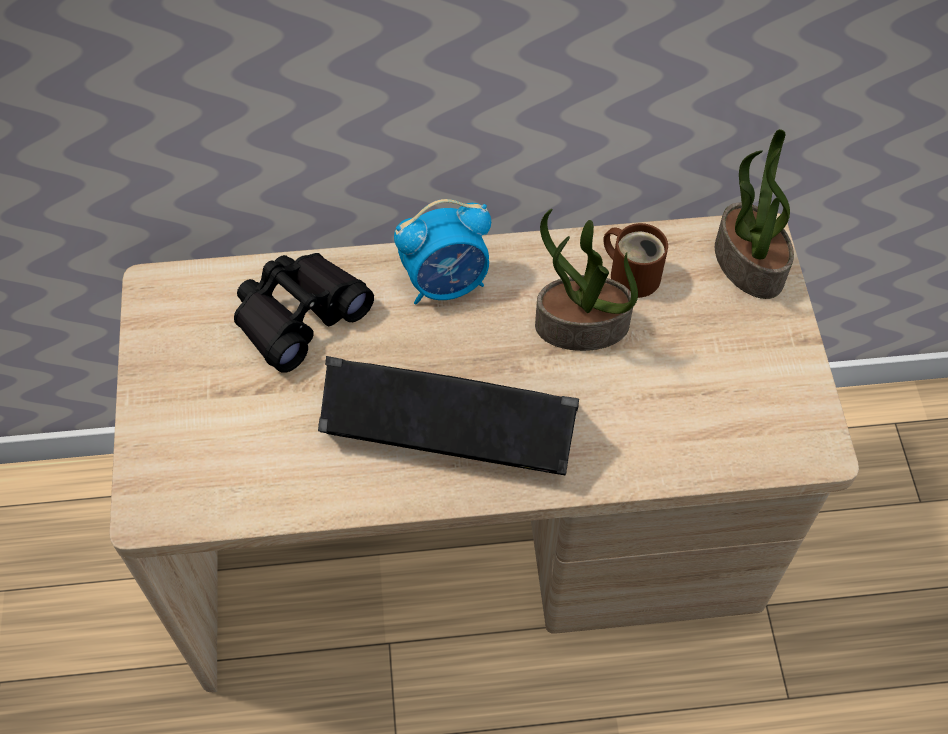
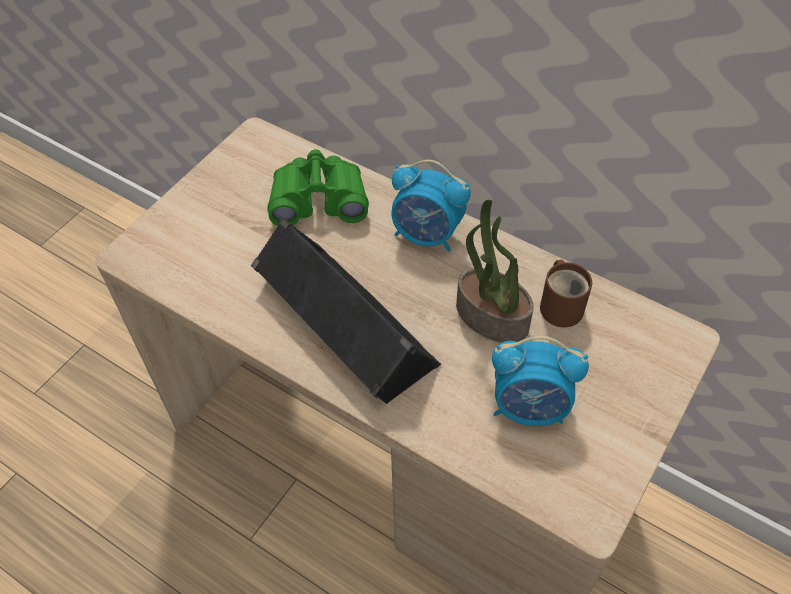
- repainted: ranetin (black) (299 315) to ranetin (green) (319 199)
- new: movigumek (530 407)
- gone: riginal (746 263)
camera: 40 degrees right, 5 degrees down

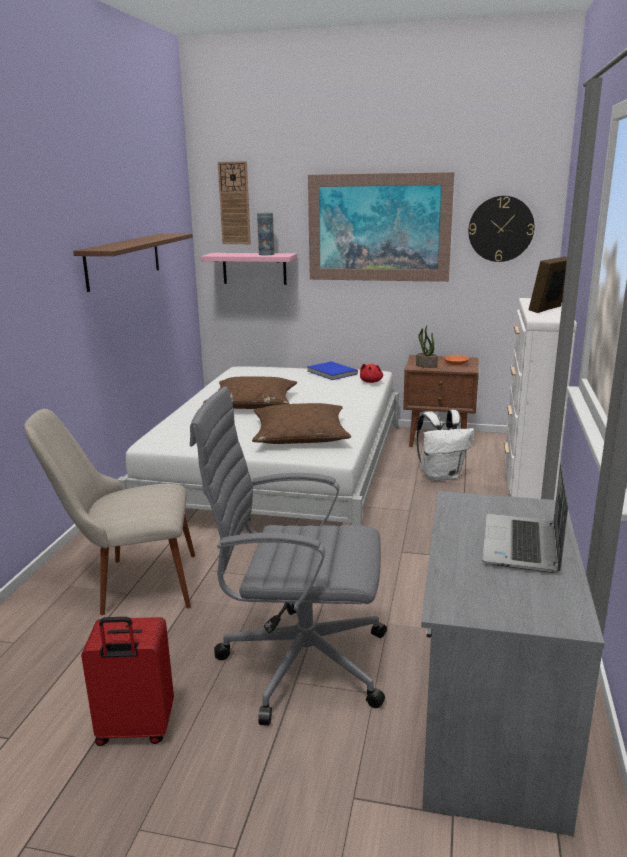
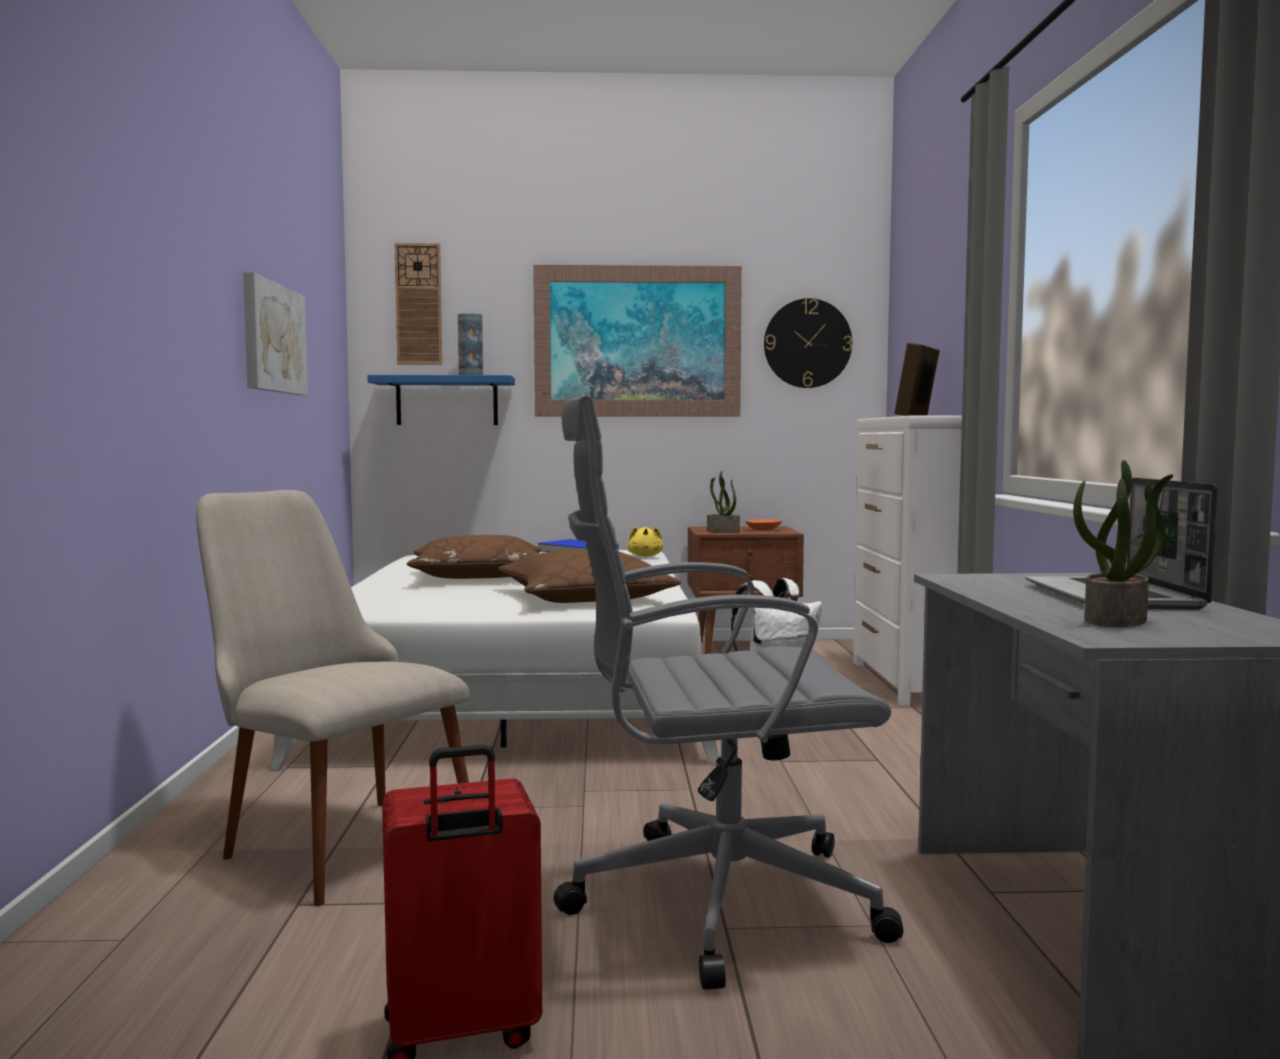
- rotated: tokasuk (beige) (129 584) = (329 837) 60 degrees clockwise
- swapped: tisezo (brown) (123 260) to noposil (273 338)
- repainted: tisezo (pink) (254 268) to tisezo (blue) (447 401)
- repainted: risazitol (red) (371 381) to risazitol (yellow) (645 556)
- new: riginal (1116 620)
camera: 15 degrees left, 15 degrees down

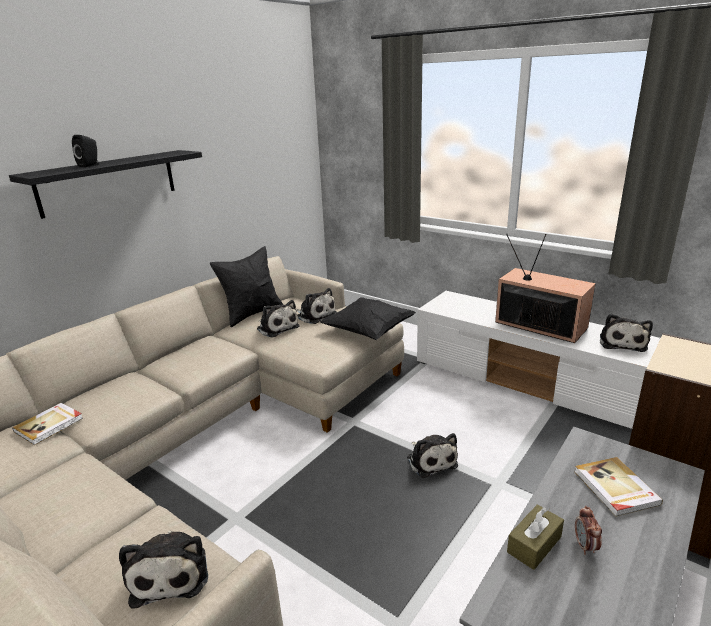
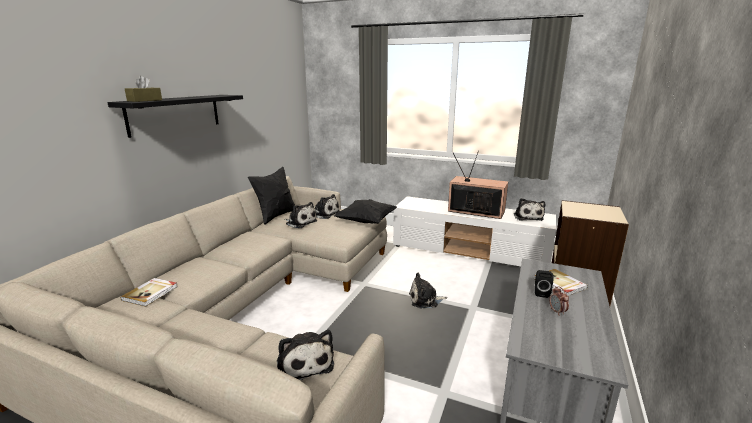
- shifted: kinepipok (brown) (534 544) to (145 100)
- rotated: risazitol (431 460) = (425 300) 120 degrees clockwise
- shifted: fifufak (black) (90 165) to (541 293)
camera: 15 degrees left, 5 degrees down

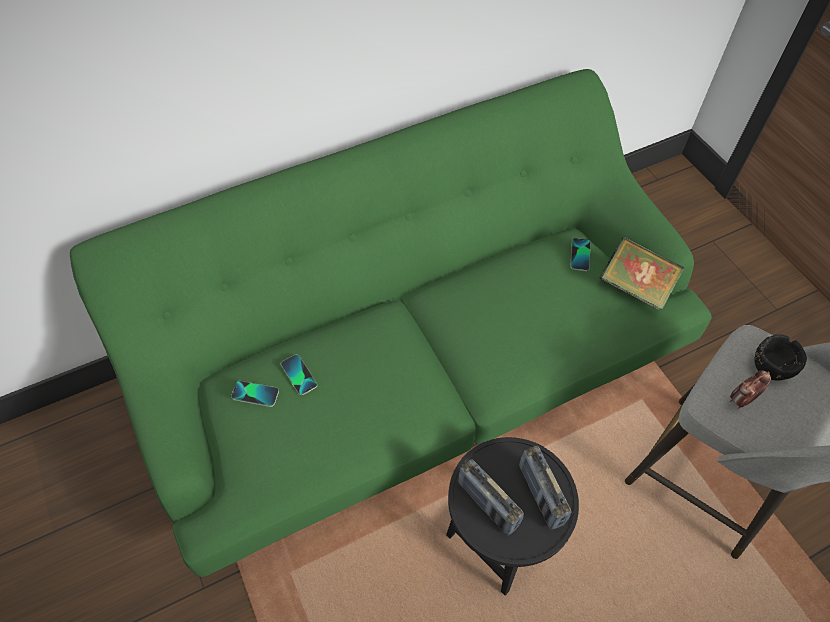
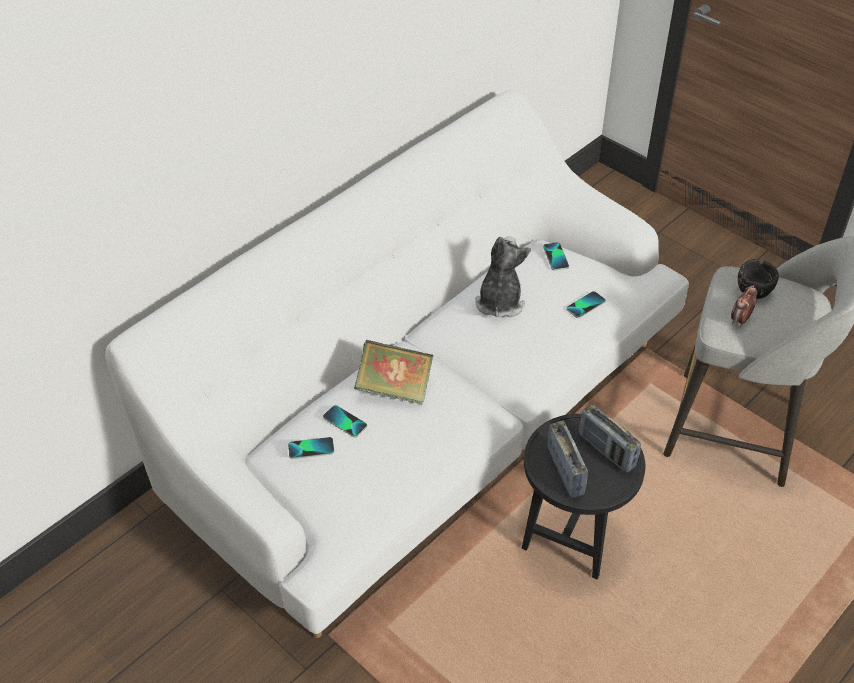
- repainted: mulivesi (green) (415 371) to mulivesi (white) (427 420)
- shifted: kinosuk (635 287) to (394 388)
- new: risazitol (499 302)
- rotated: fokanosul (487 504) = (565 471) 135 degrees counterclockwise
- new: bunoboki (585 305)
camera: 20 degrees left, 10 degrees down

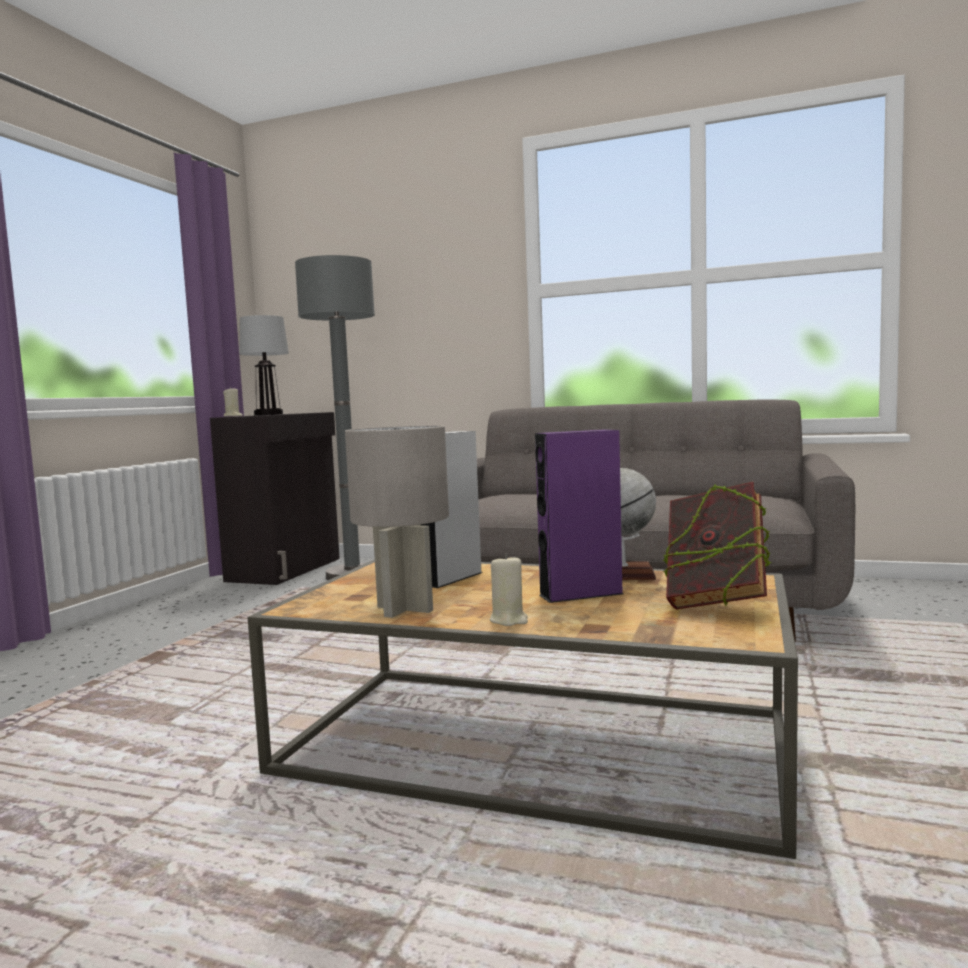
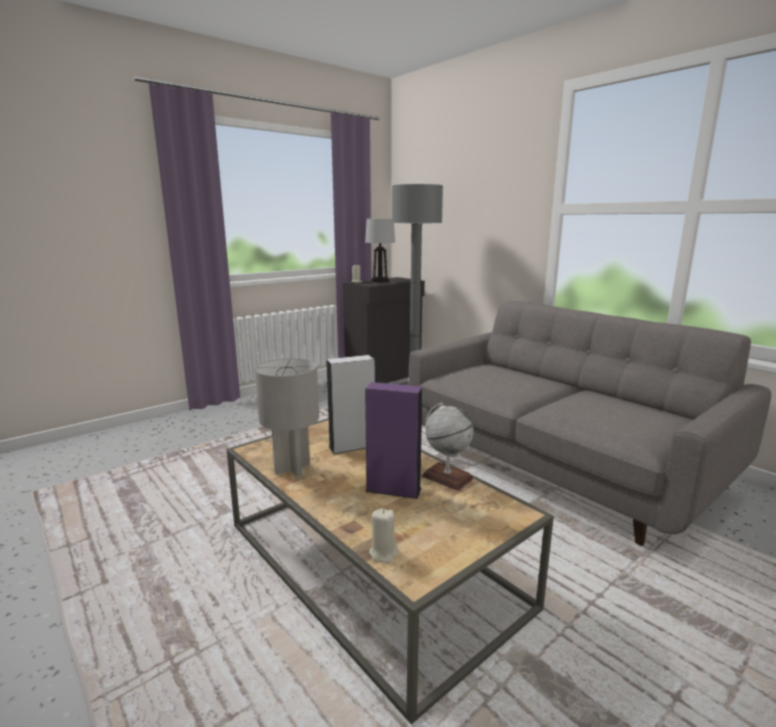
- shifted: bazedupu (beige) (509 620) to (383 553)
- gone: kinosuk (715 603)
camera: 30 degrees right, 10 degrees up

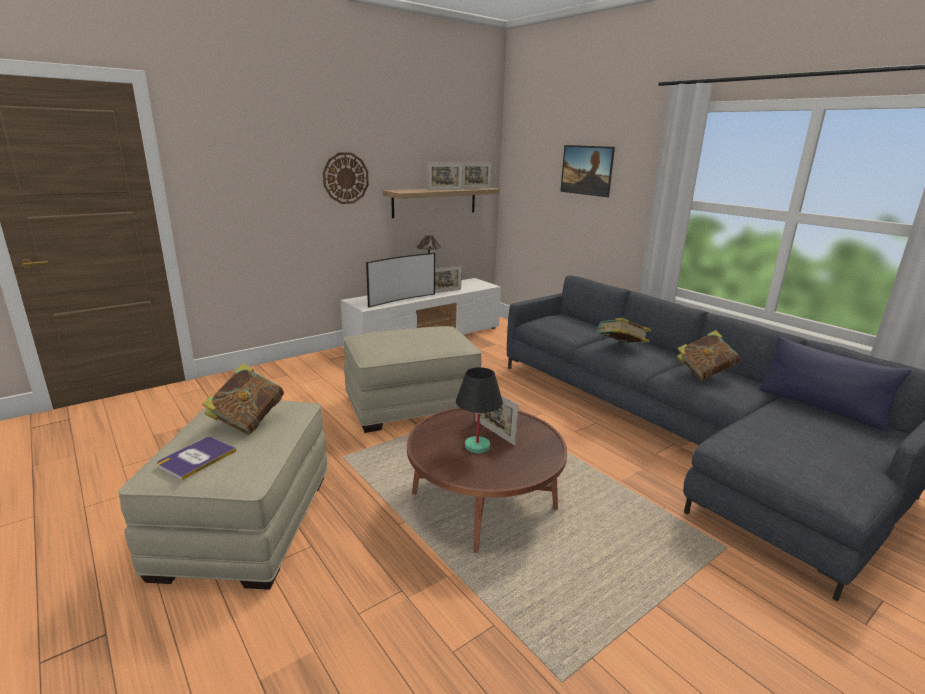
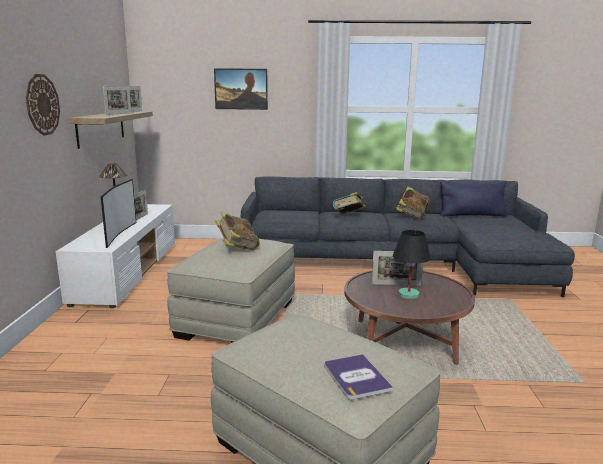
- shifted: kinosuk (248 421) to (237 248)
camera: 50 degrees left, 5 degrees down

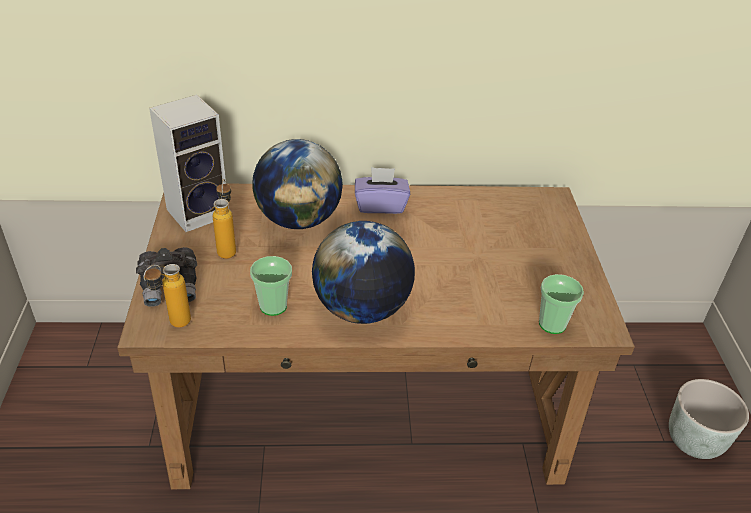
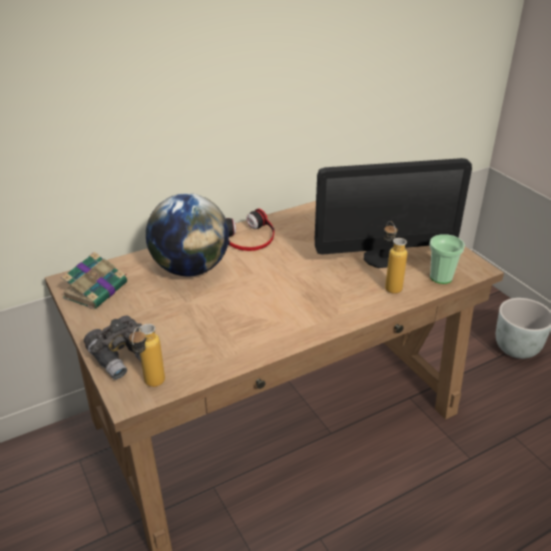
- swapped: fifufak (199 211) to kinosuk (96 290)
- swapped: kinepipok (purple) (380 205) to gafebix (248 237)
- new: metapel (383 258)
- shifted: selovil (228 248) to (389 285)
- gone: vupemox (273 306)
- gone: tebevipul (361 309)
camera: 25 degrees left, 5 degrees down

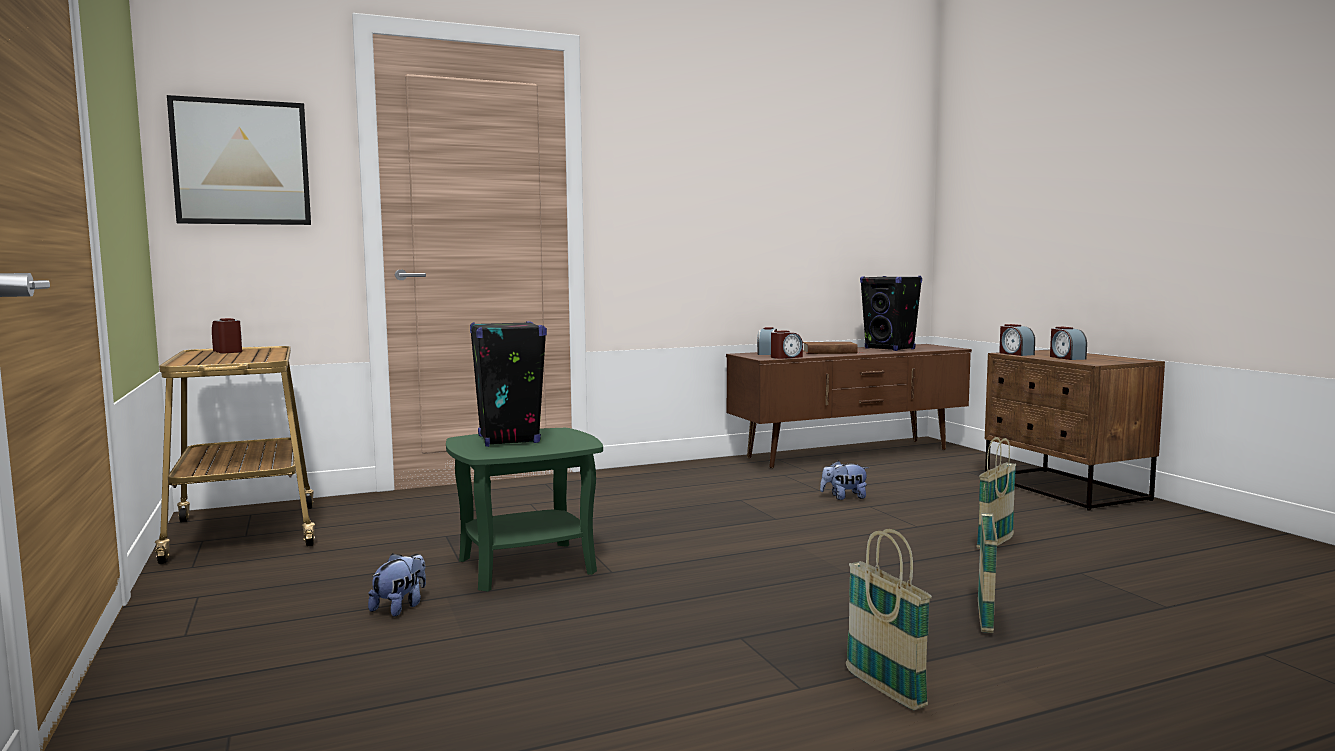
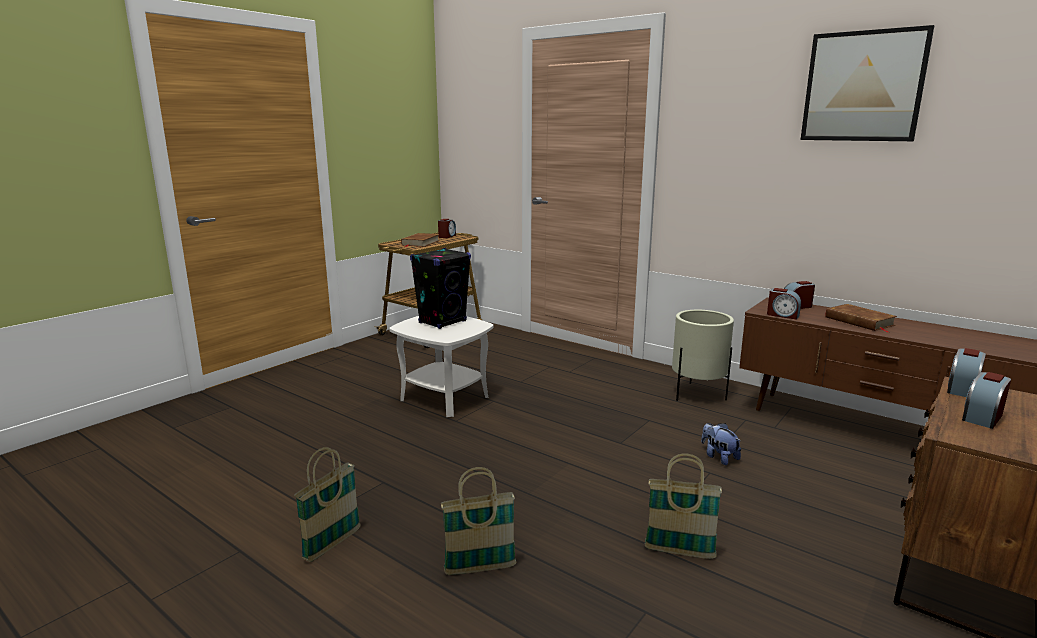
- repainted: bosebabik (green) (527 565) to bosebabik (white) (444 398)
- new: kinosuk (brown) (420 243)
- new: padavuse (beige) (697 394)
- shifted: noposil (241 162) to (863 86)
- gone: risazitol (400 607)
- gone: fifufak (black) (890 349)
camera: 60 degrees right, 10 degrees up

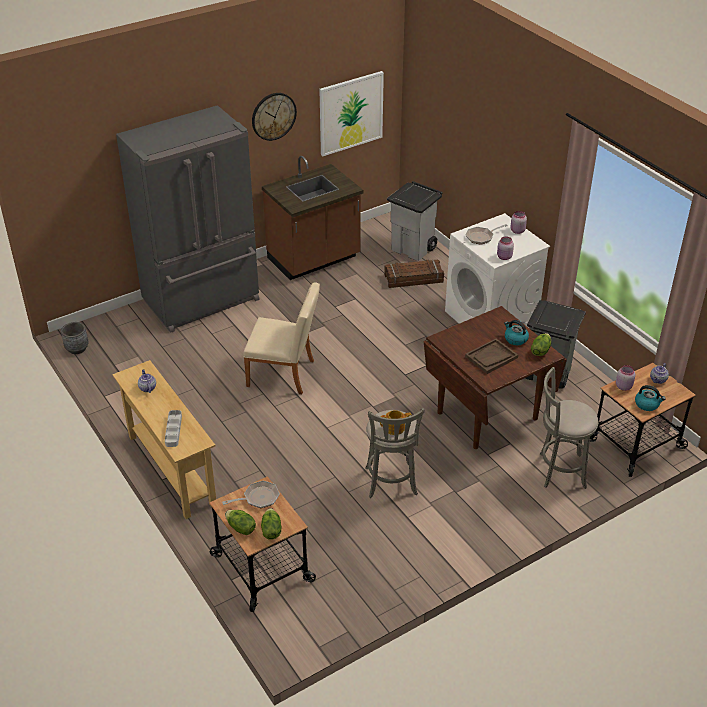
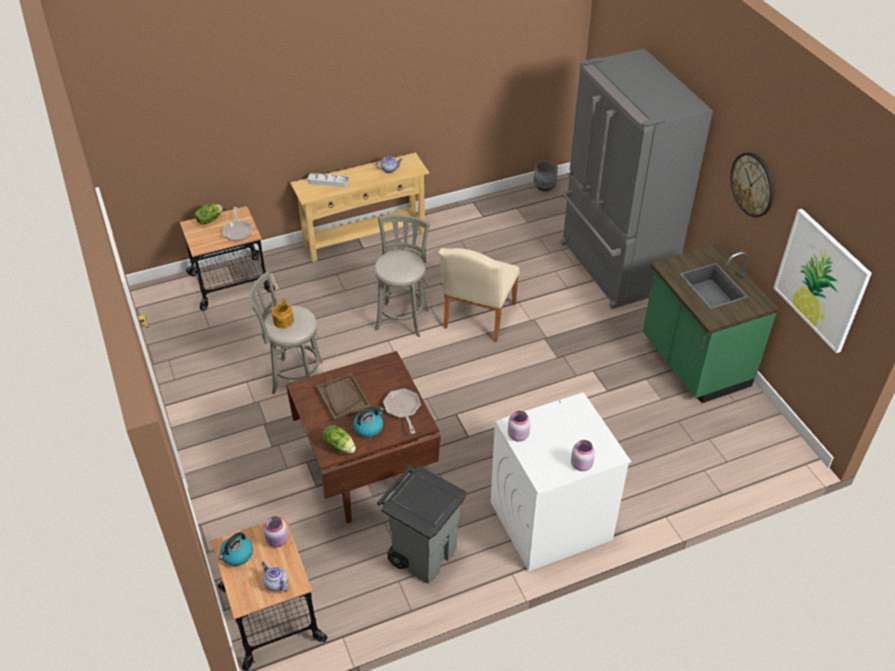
- shifted: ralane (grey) (559 470) to (403 317)
- shifted: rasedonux (481 237) to (403 409)
- repainted: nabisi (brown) (314 259) to nabisi (green) (693 363)
- gone: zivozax (271 530)
- gone: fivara (413 278)
- gone: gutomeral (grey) (414 248)
camera: 100 degrees right, 5 degrees up

